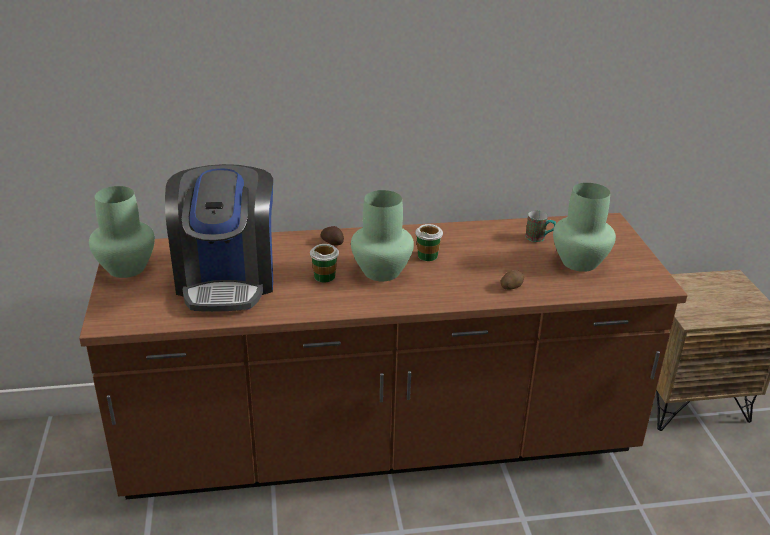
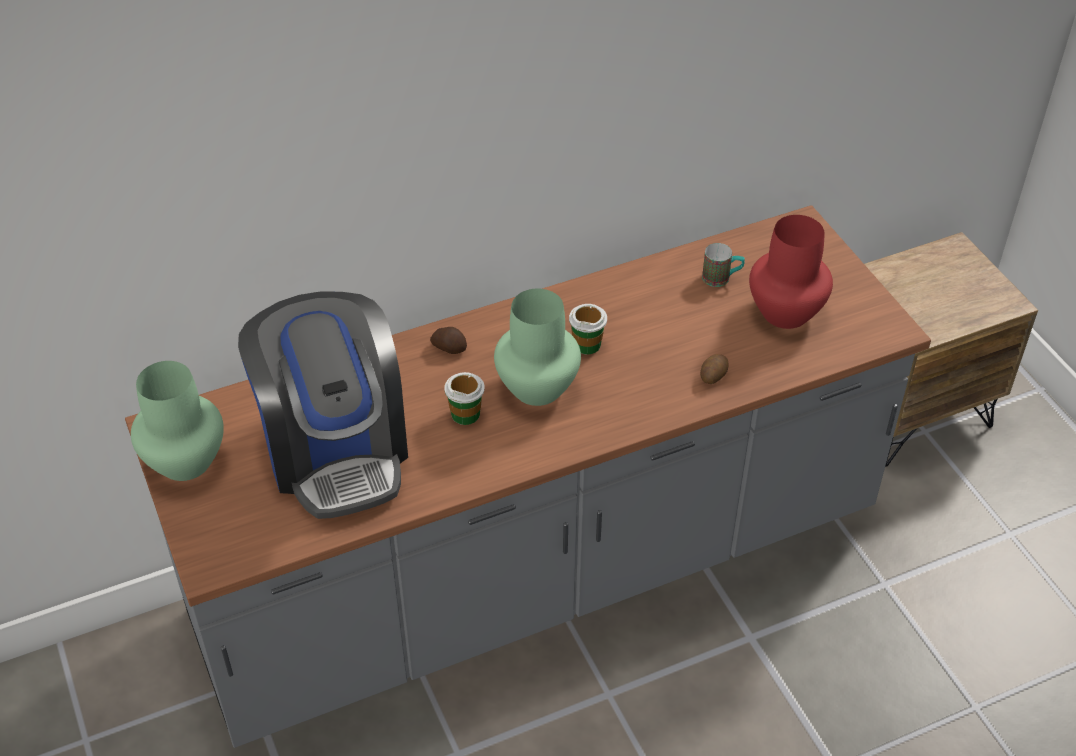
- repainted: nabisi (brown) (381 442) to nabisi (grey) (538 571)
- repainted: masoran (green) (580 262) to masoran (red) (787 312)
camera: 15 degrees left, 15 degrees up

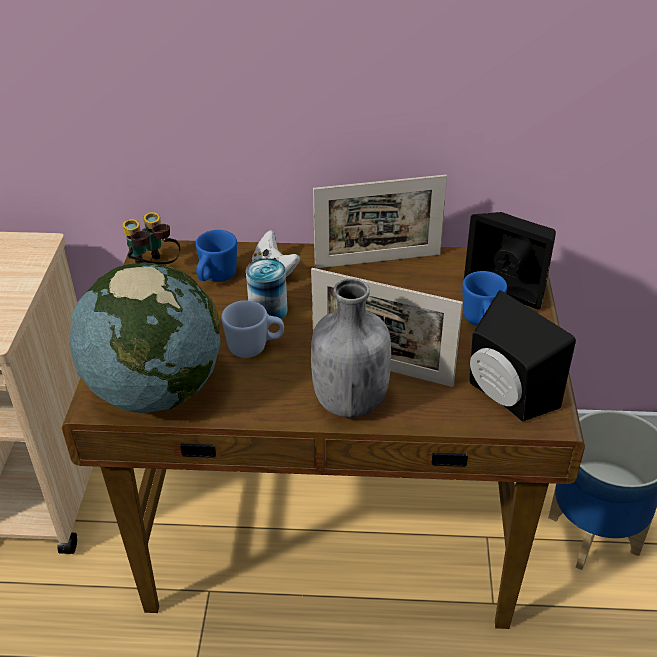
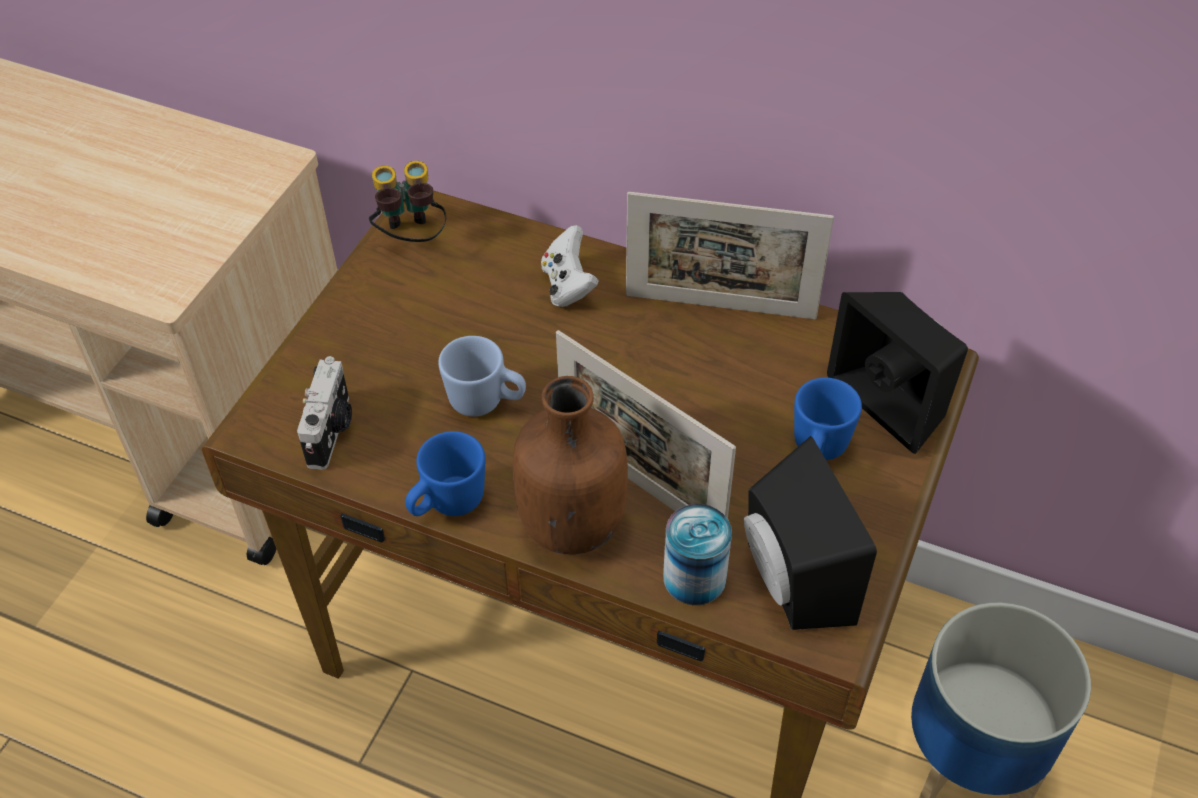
- swapped: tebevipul (155 390) to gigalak (331 431)
- shifted: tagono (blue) (215 278) to (447 504)
- repainted: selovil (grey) (349 401) to selovil (brown) (571 522)
- shifted: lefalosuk (268 311) to (694 578)
camera: 20 degrees right, 10 degrees up

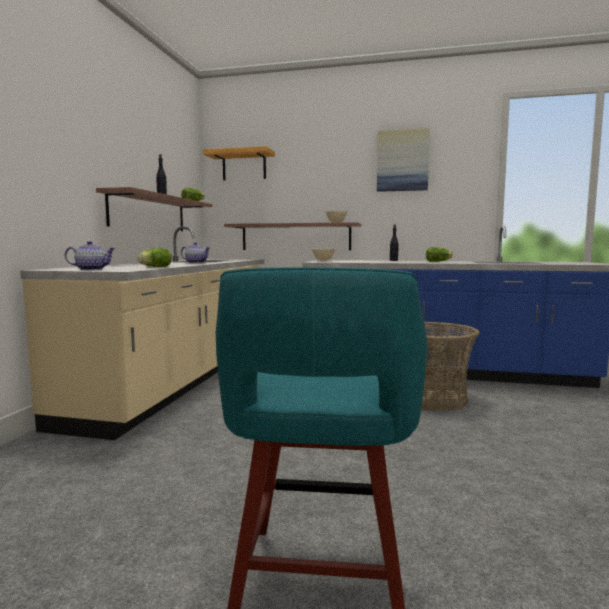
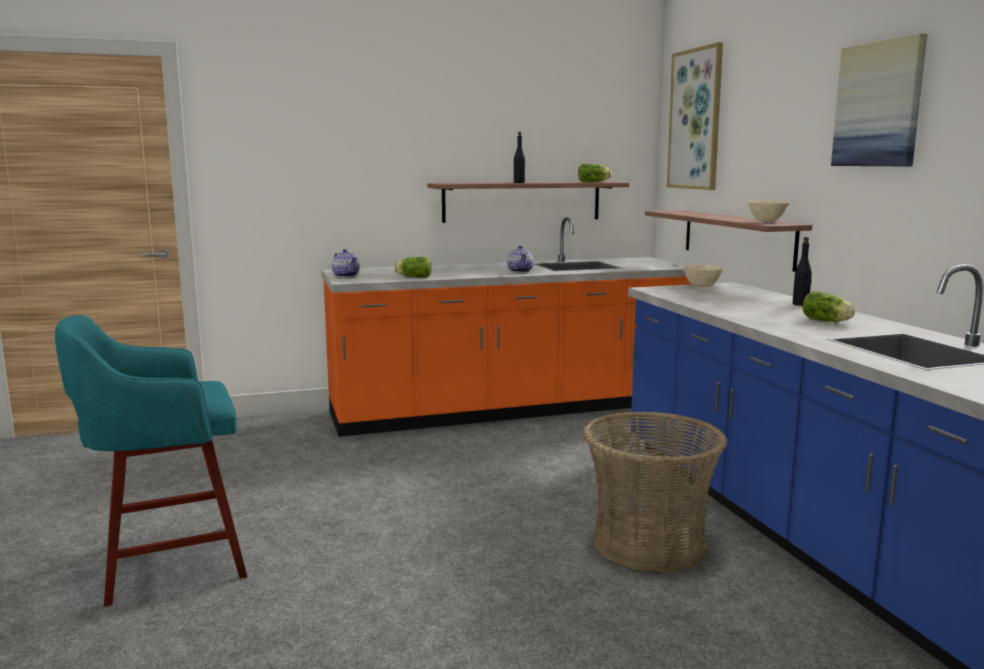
- repainted: nabisi (beige) (181 379) to nabisi (orange) (509 409)
- swapped: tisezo (244 166) to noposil (695 119)
camera: 60 degrees right, 5 degrees up

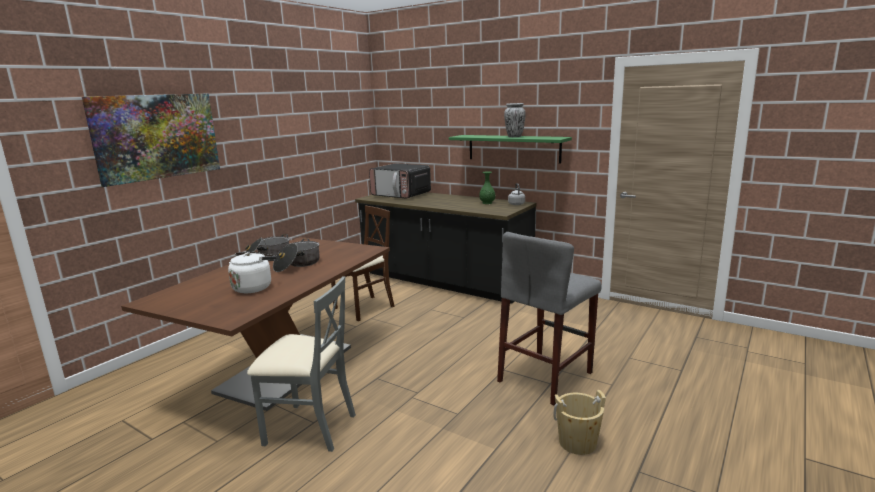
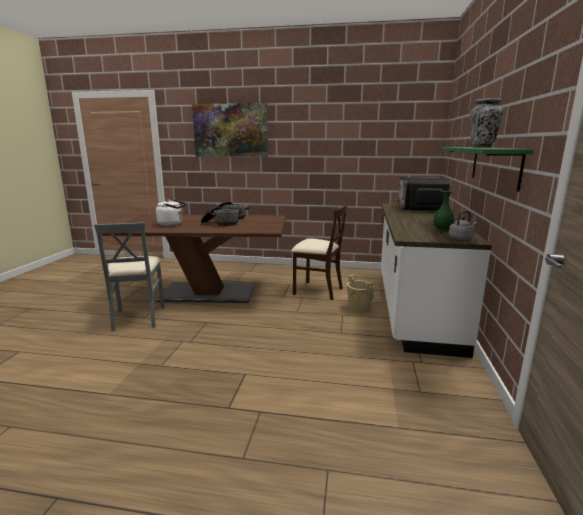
- shifted: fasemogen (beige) (577 443) to (359 308)
- repainted: nabisi (black) (444 281) to nabisi (white) (413 307)
- gone: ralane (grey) (546 377)
camera: 65 degrees right, 0 degrees up

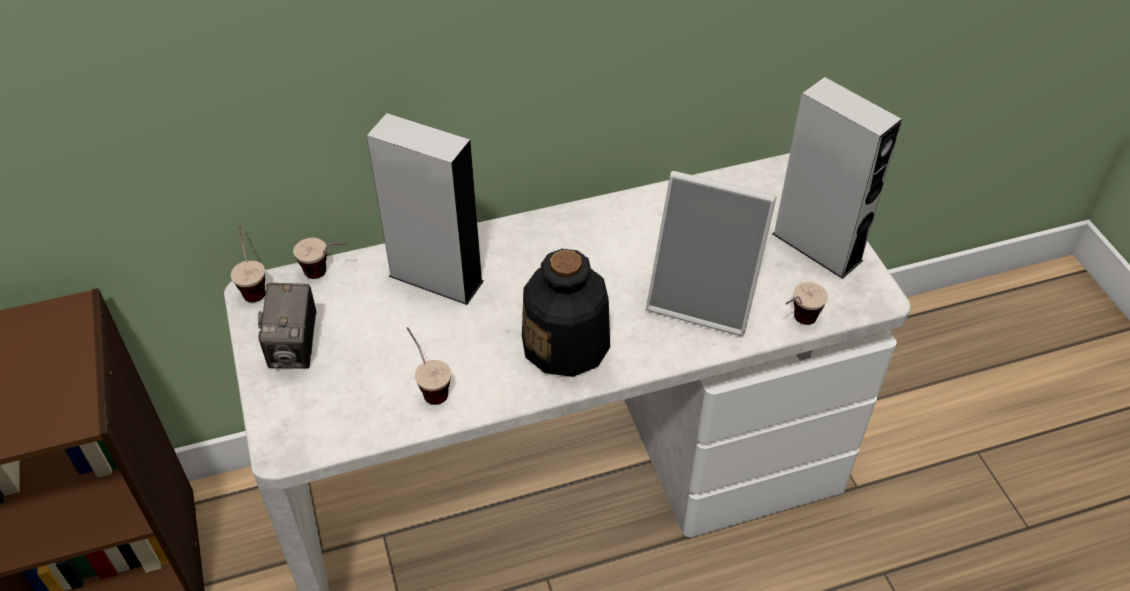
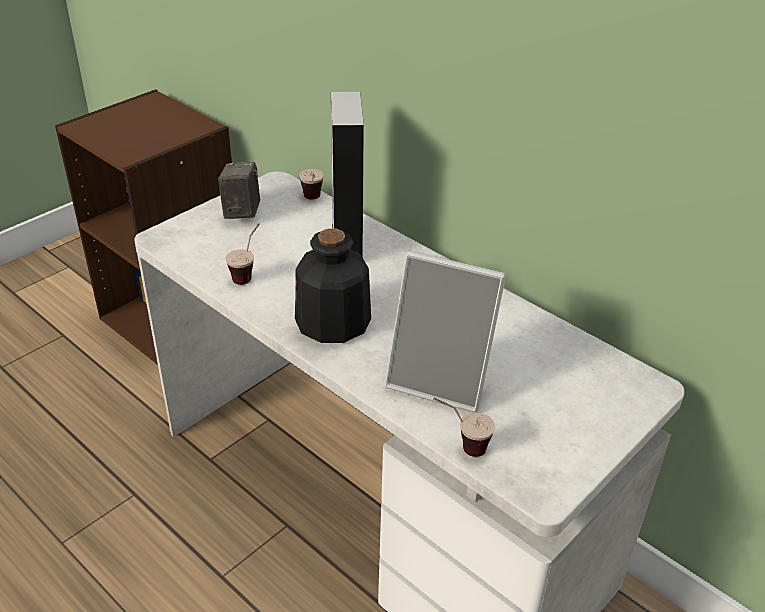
- rotated: gigalak (295 348) = (241 212) 120 degrees clockwise
- rotated: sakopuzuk (704 298) = (441 379) 60 degrees counterclockwise
- gone: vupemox (253 284)
- gone: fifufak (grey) (817 247)
camera: 60 degrees right, 10 degrees down

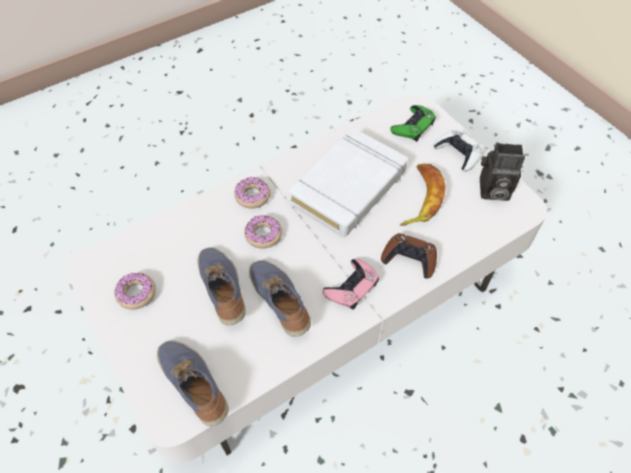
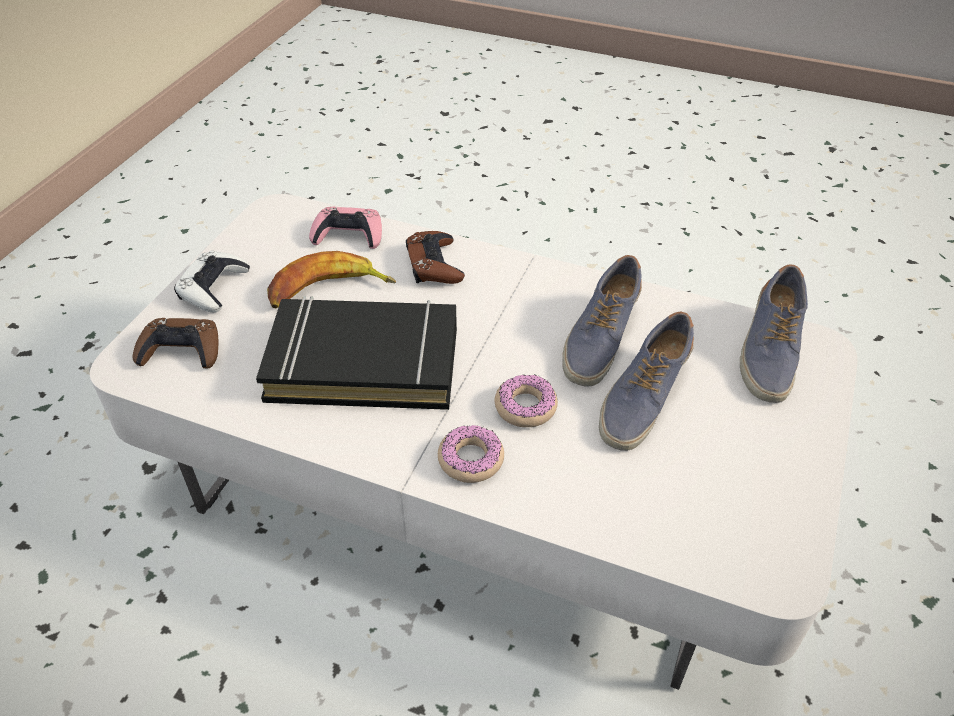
- repainted: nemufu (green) (413 126) to nemufu (brown) (181 351)
- repainted: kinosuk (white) (349 187) to kinosuk (black) (364 363)
- shifted: nemufu (pink) (351 287) to (348 235)
- gone: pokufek (136 293)
- gone: gigalak (492 191)
camera: 125 degrees left, 10 degrees down

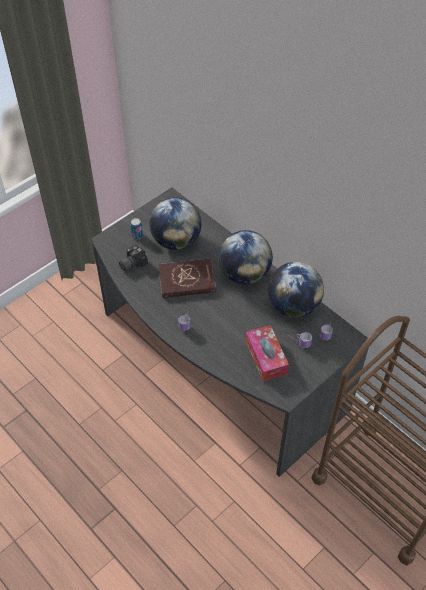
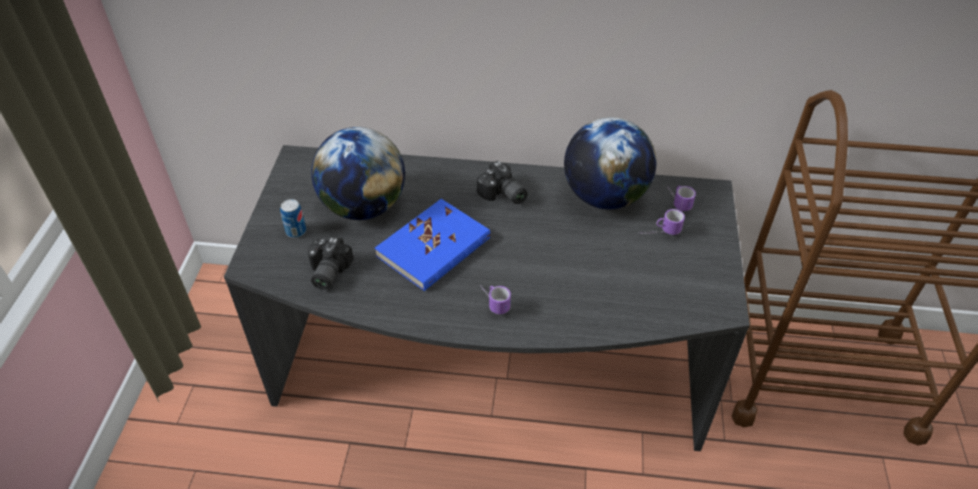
- repainted: kinosuk (red) (187 280) to kinosuk (blue) (434 247)
- swapped: tebevipul (244 274) to gigalak (502 195)
- gone: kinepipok (266 357)
camera: 40 degrees left, 5 degrees down

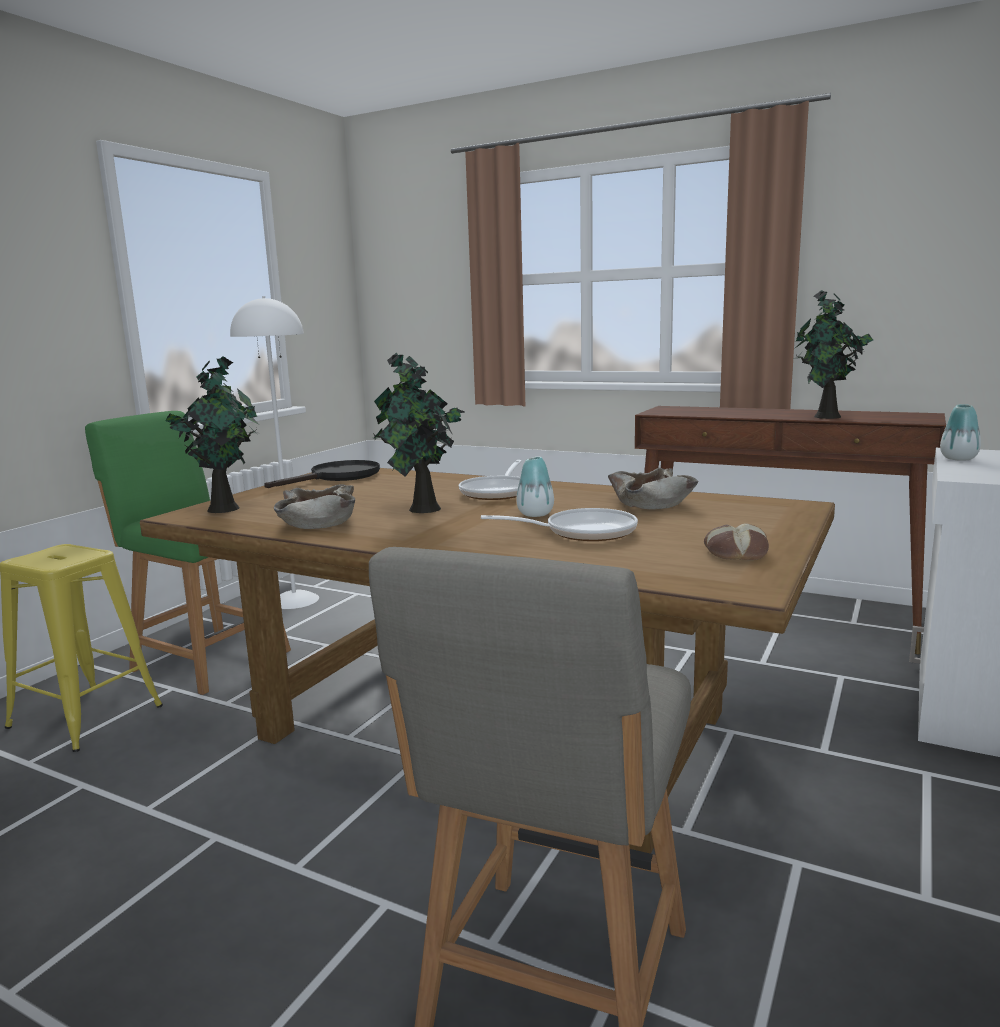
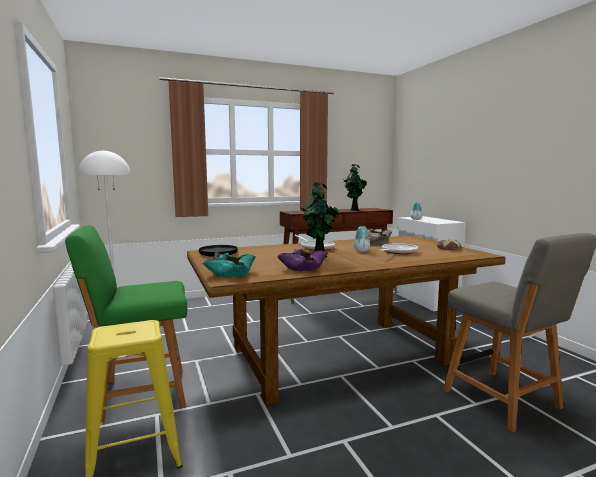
- swapped: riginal (225 508) to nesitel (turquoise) (231 273)
- repainted: nesitel (beige) (317 522) to nesitel (purple) (303 268)
camera: 50 degrees left, 5 degrees down

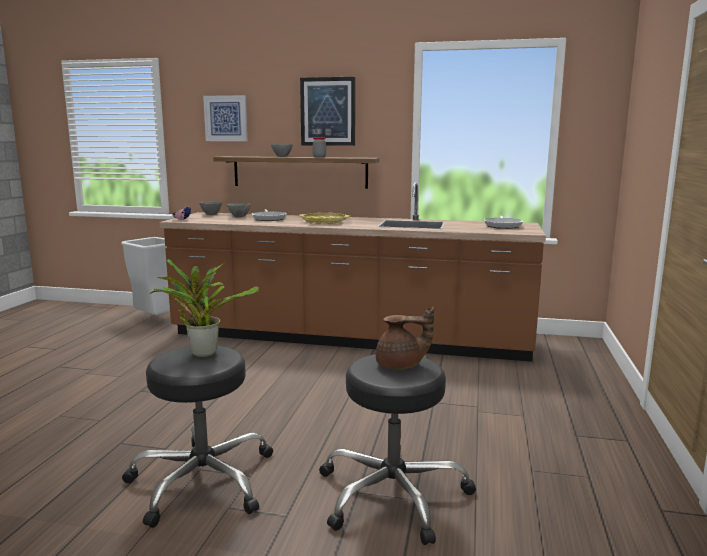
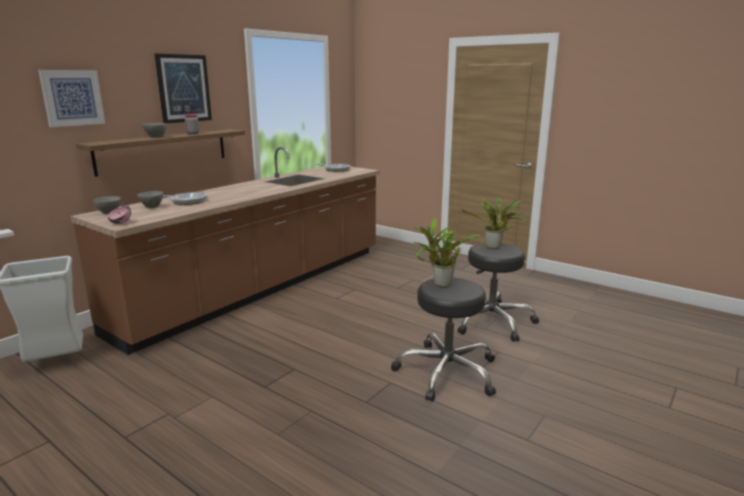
- swapped: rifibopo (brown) (401 366) to riginal (494 248)
- gone: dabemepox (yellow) (324 222)
camera: 65 degrees left, 5 degrees up

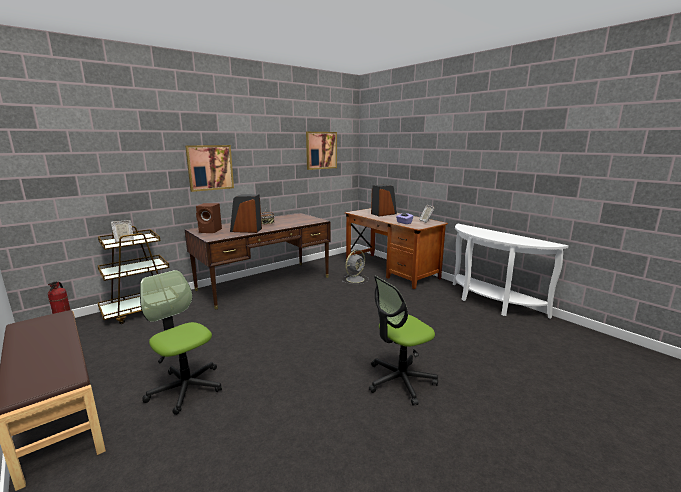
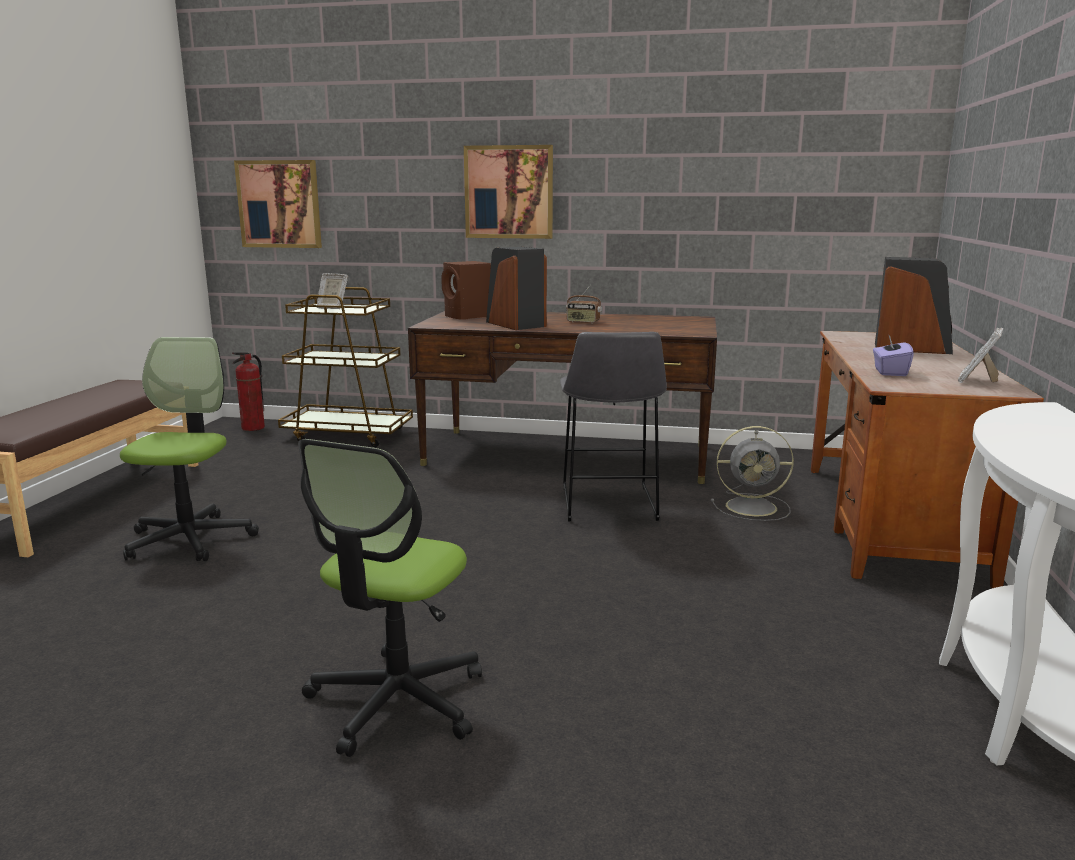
- shifted: noposil (321 150) to (279 204)
- rotated: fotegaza (400 381) = (396 701) 90 degrees counterclockwise
- new: ralane (grey) (608 505)
camera: 50 degrees right, 0 degrees up

